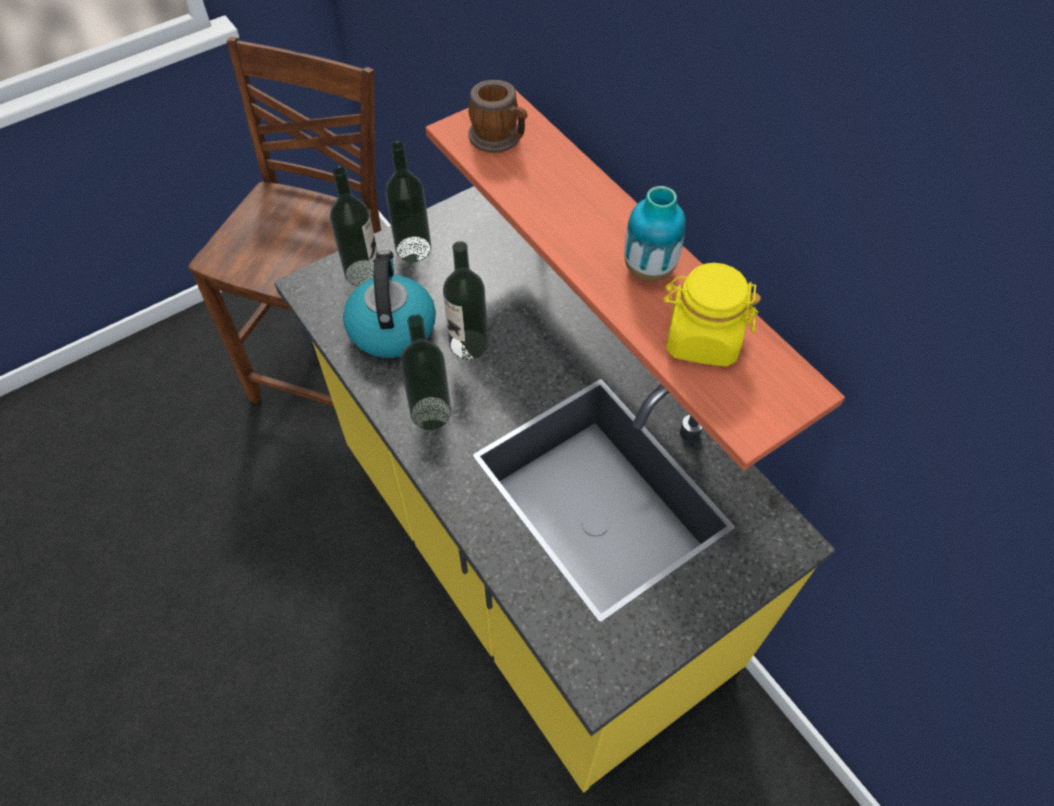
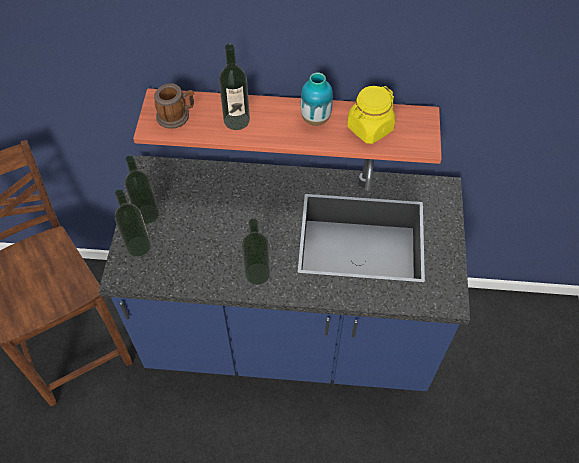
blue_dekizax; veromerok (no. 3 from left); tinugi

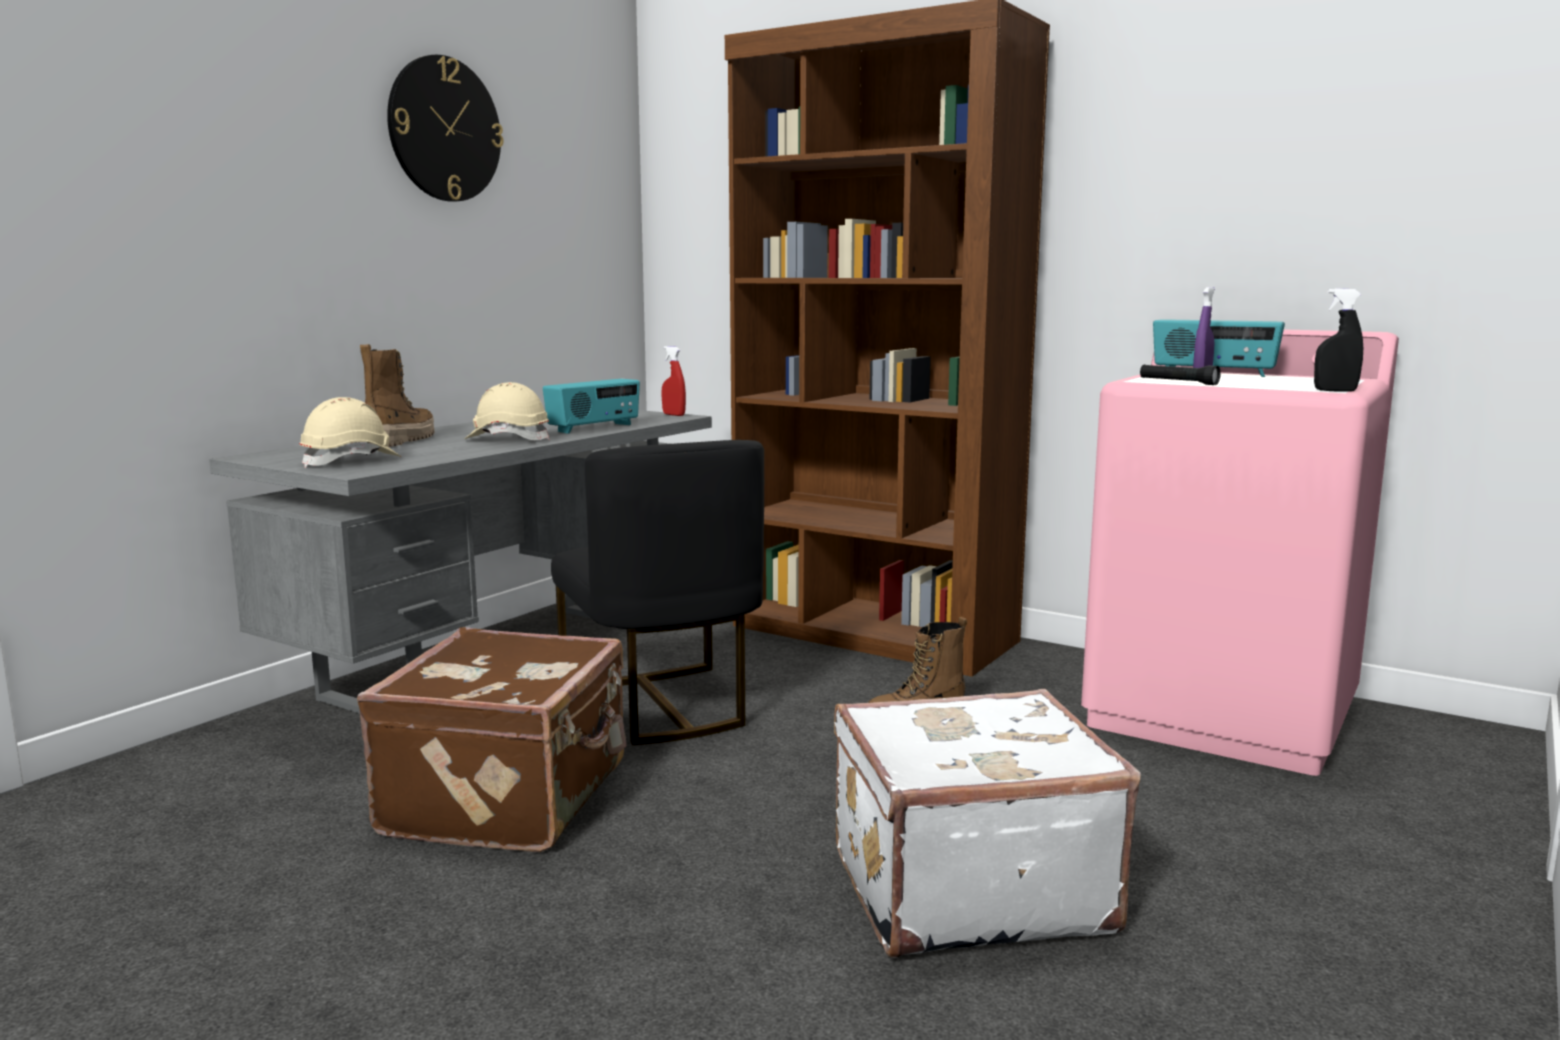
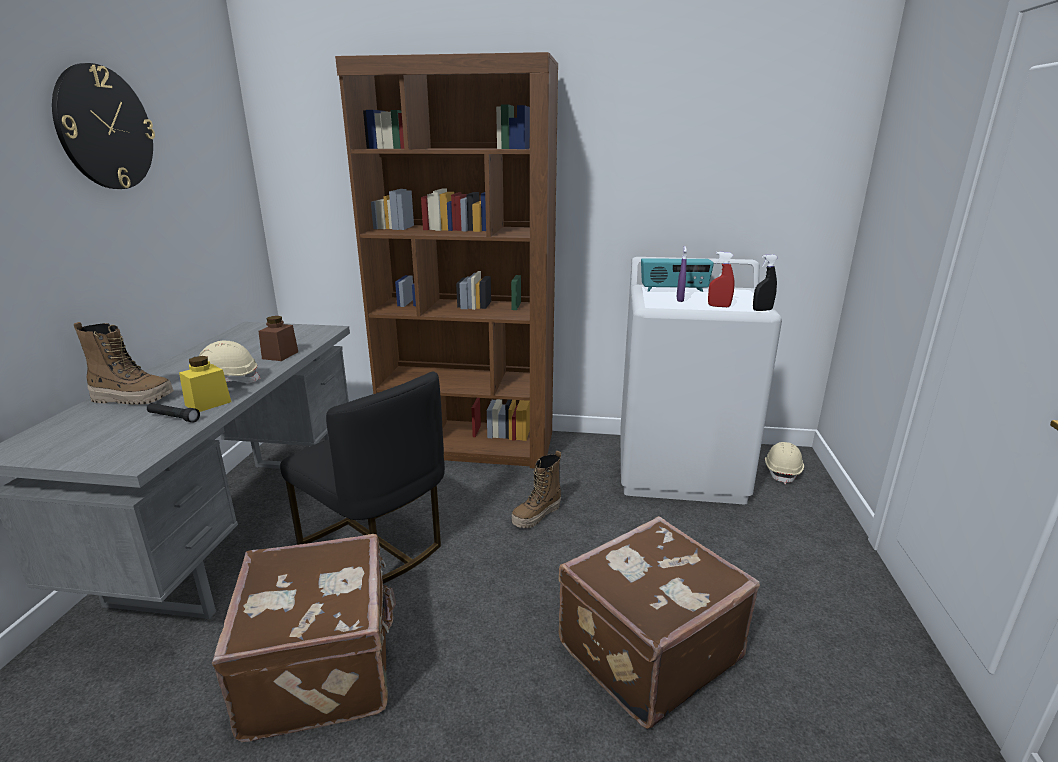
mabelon (no. 1 from left); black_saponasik; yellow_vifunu; brown_vifunu; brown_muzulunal (no. 2 from left); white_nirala; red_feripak; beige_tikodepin (no. 2 from left)

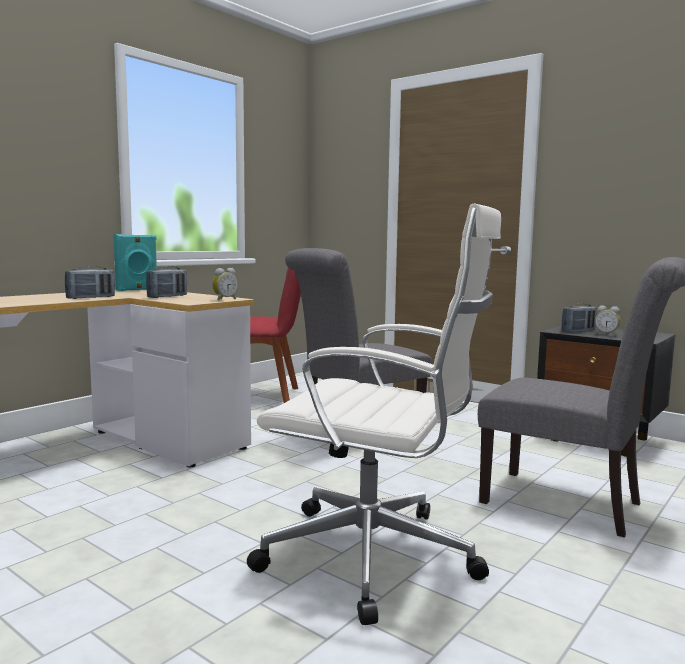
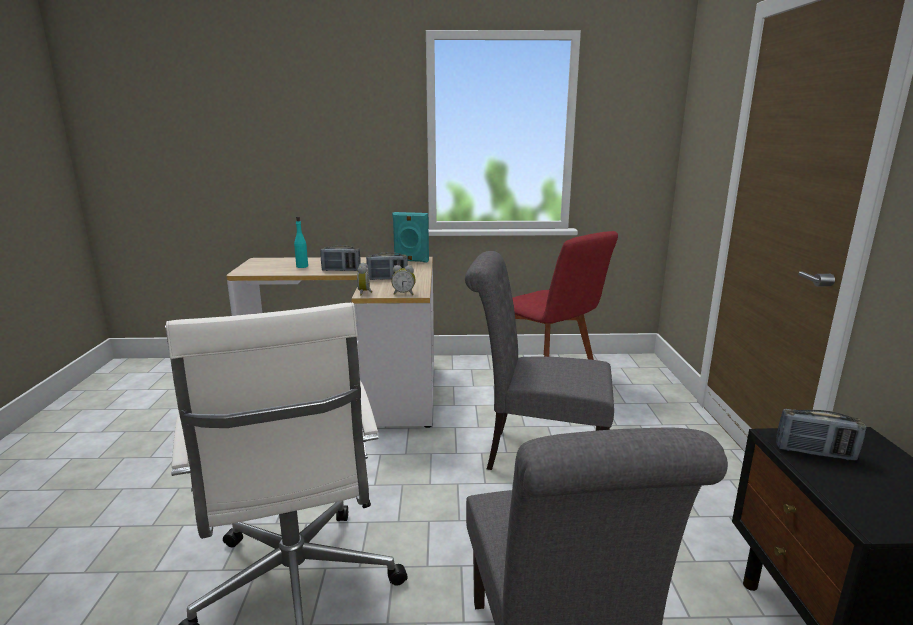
turquoise_veromerok; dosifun (no. 1 from left)

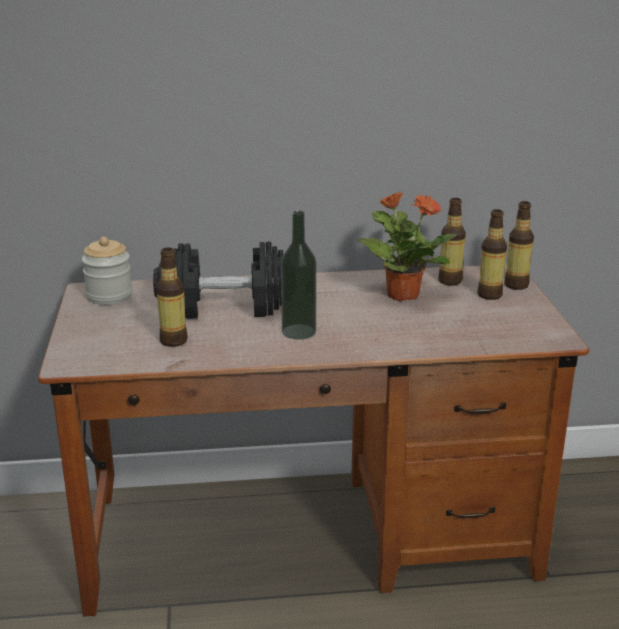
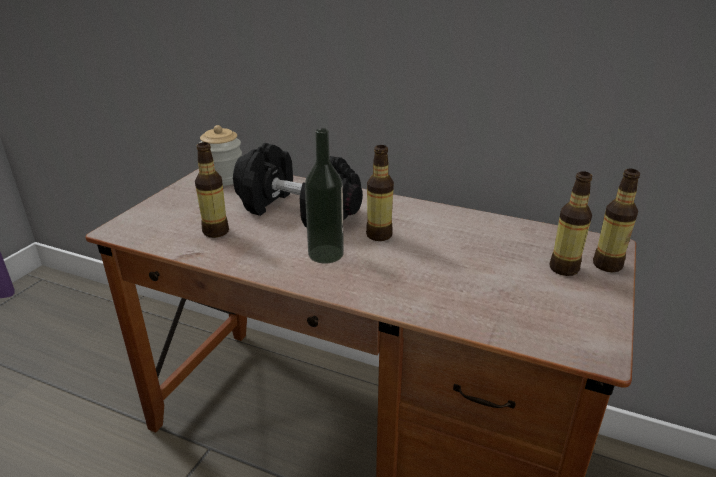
veromerok (no. 3 from left); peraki

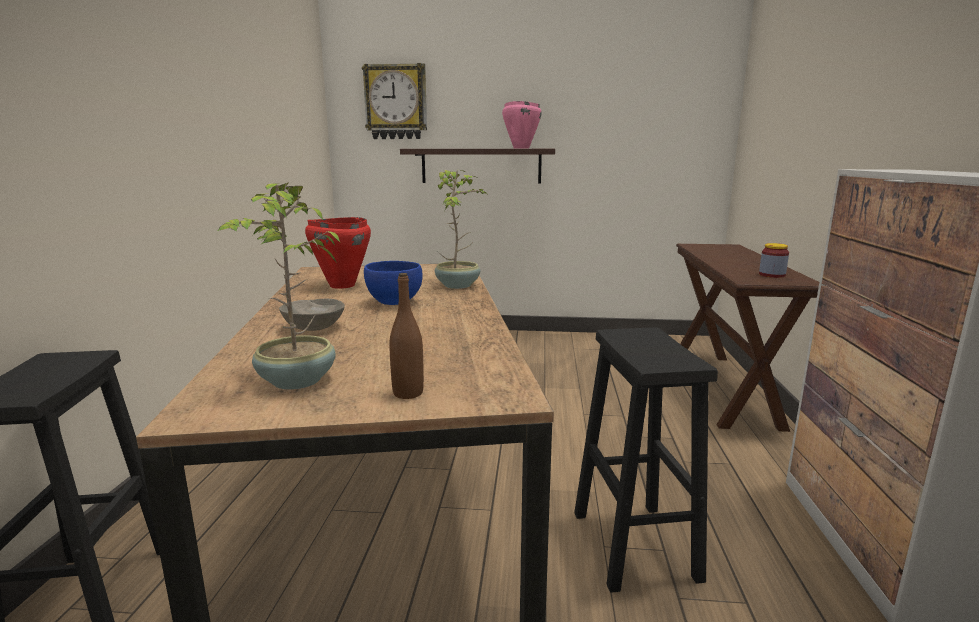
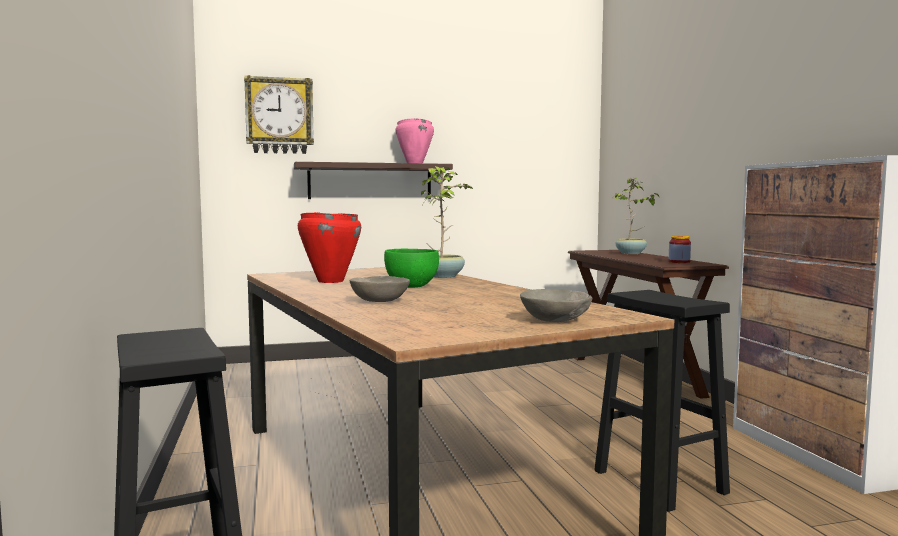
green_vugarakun; grey_vugarakun (no. 2 from left); peraki (no. 2 from left)

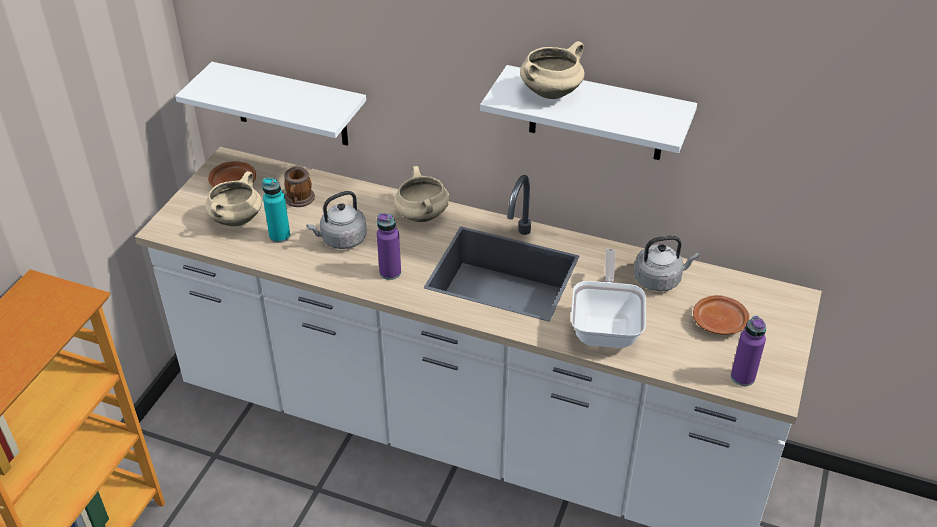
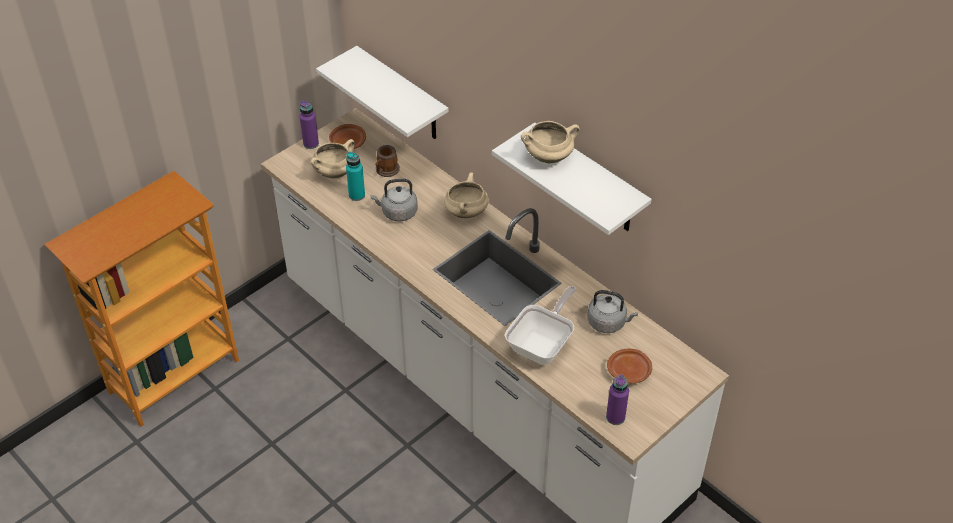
purple_veromerok (no. 1 from left)

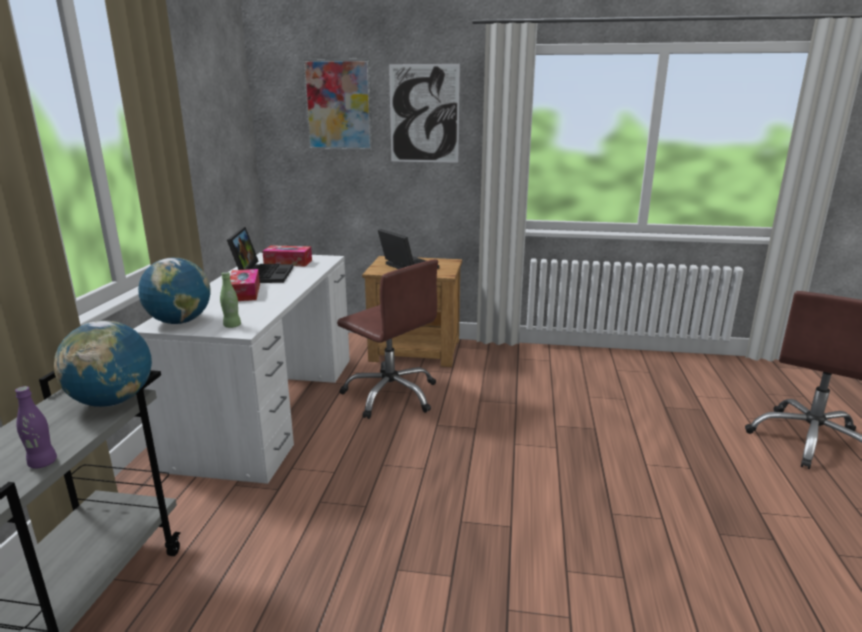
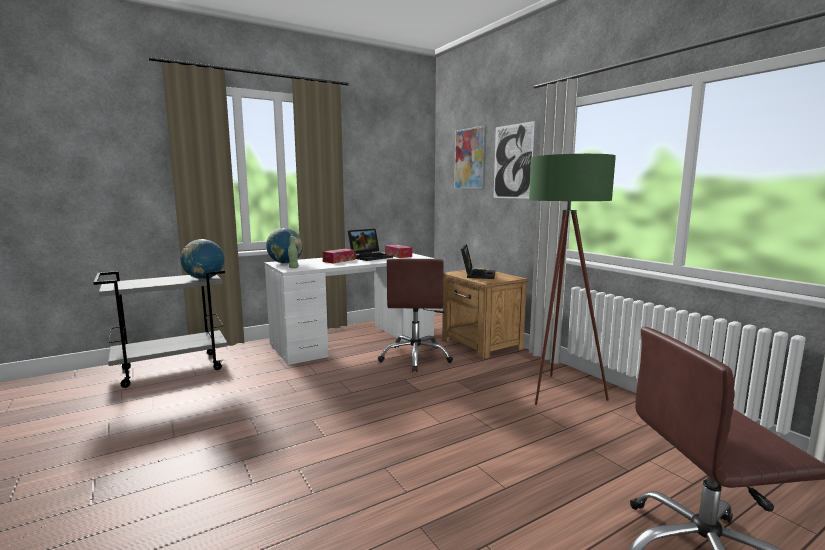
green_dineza; purple_veromerok

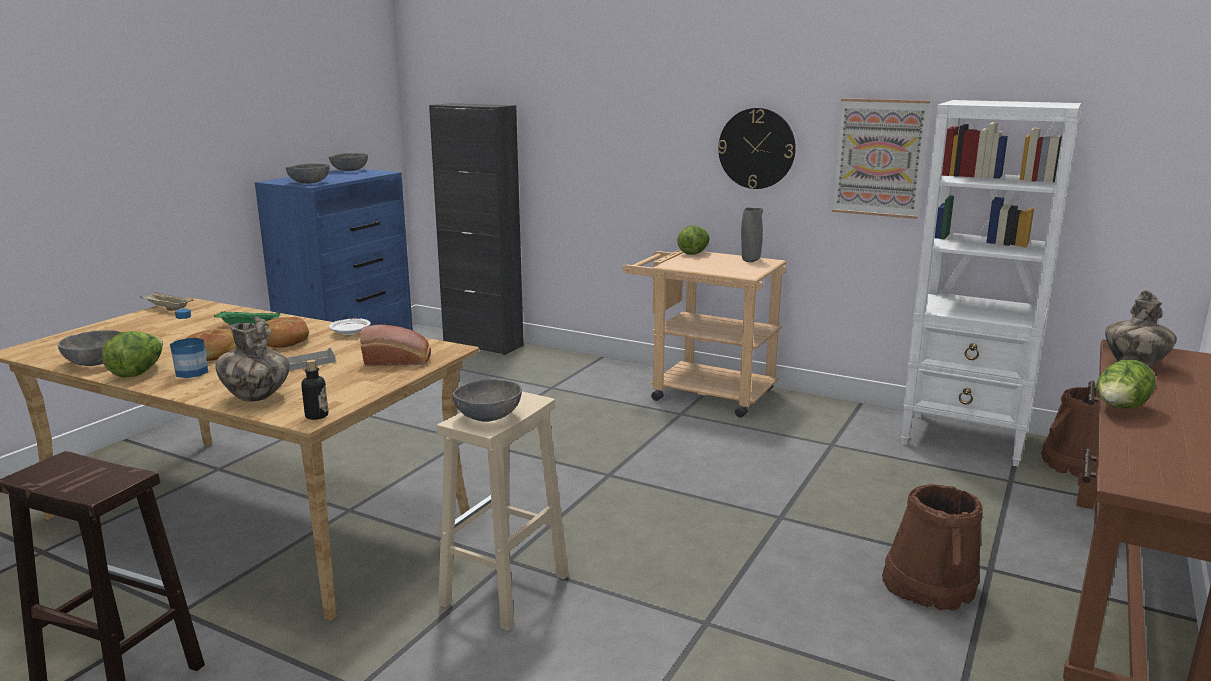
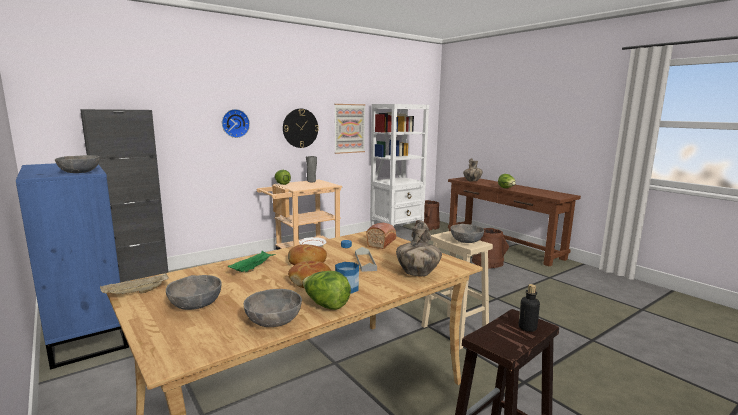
grey_vugarakun (no. 2 from left); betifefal (no. 1 from left); veromerok (no. 2 from left)

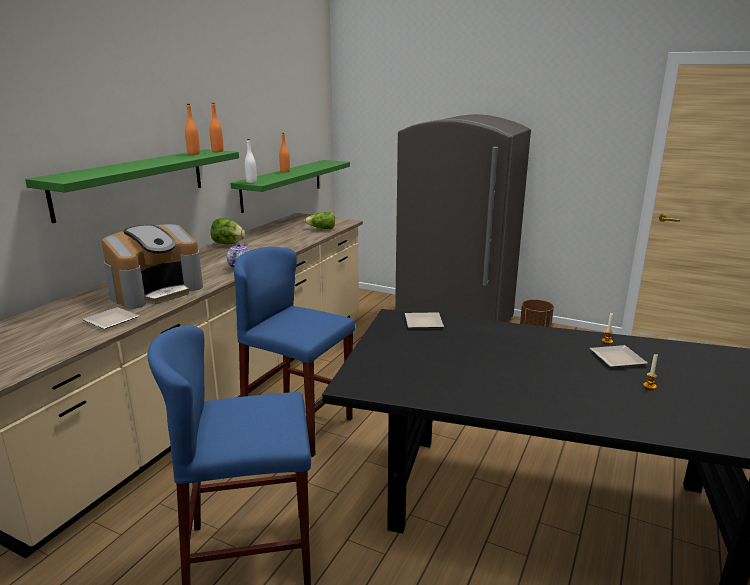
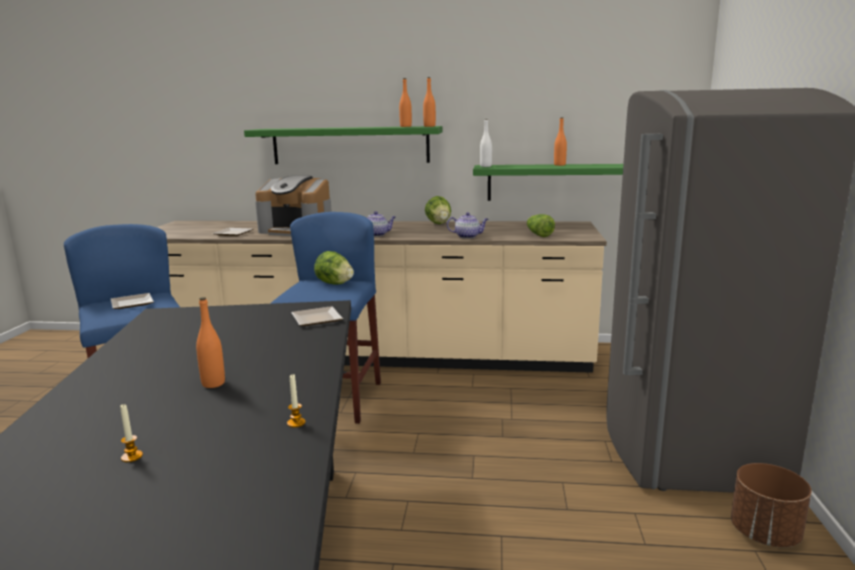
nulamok (no. 1 from left); orange_veromerok (no. 1 from left); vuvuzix (no. 1 from left); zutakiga (no. 2 from left)

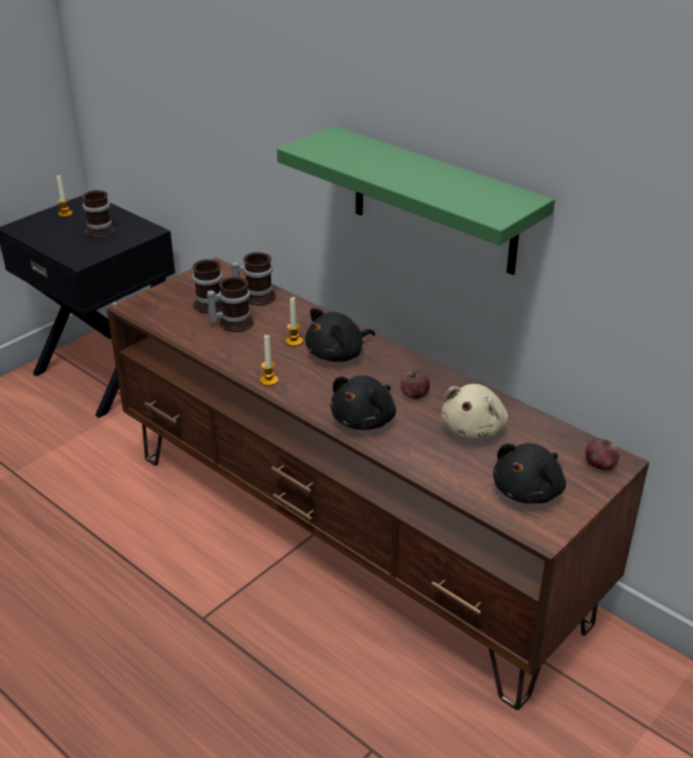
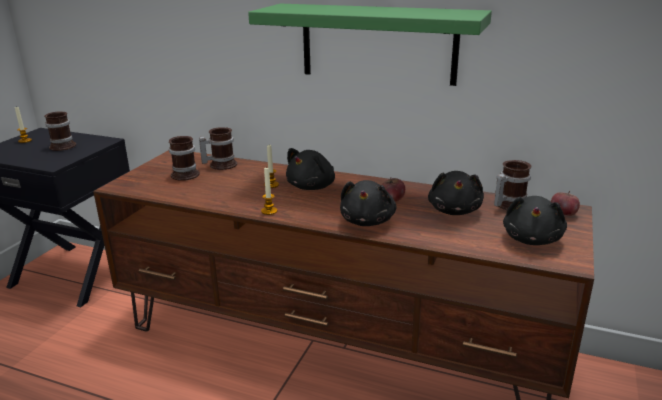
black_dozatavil (no. 3 from left); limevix (no. 4 from left)

